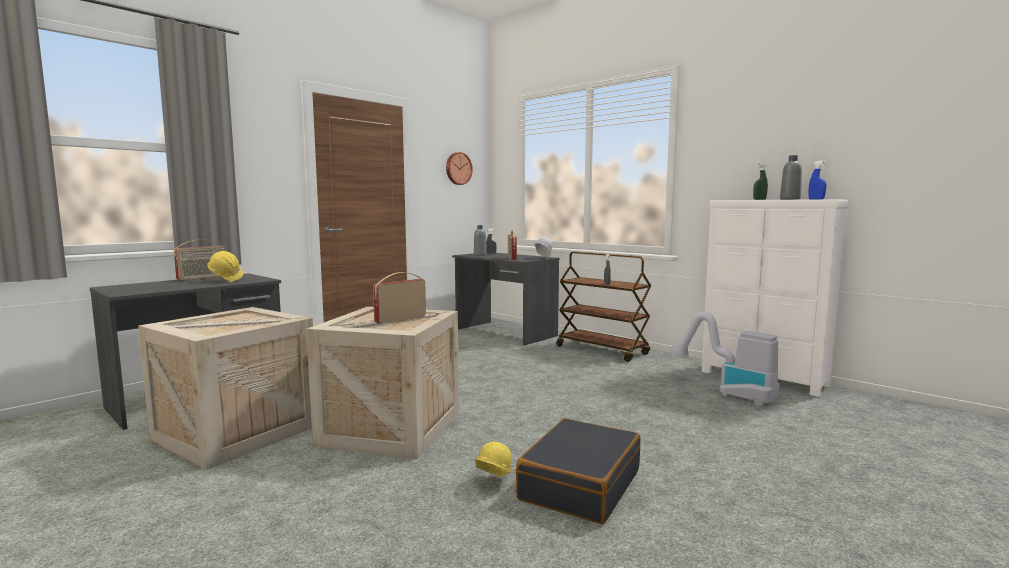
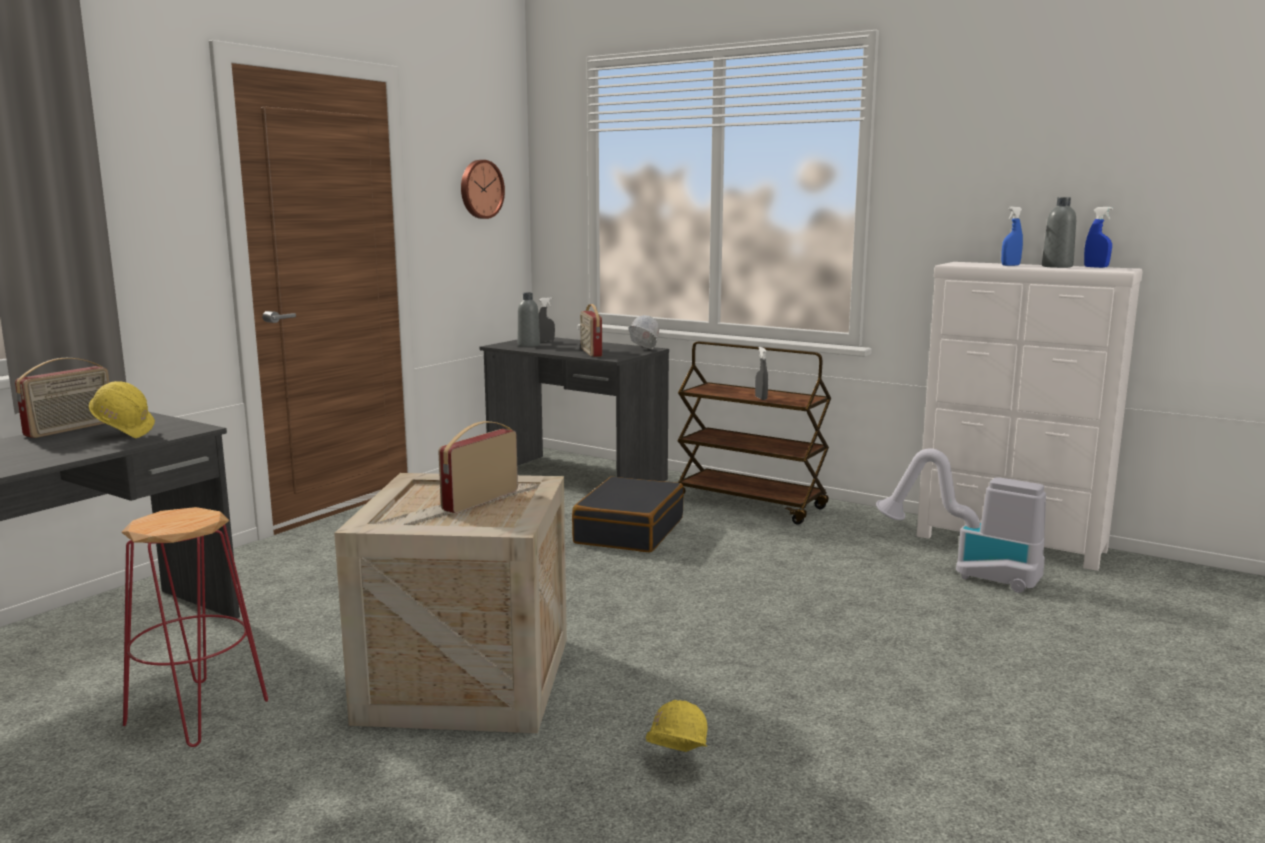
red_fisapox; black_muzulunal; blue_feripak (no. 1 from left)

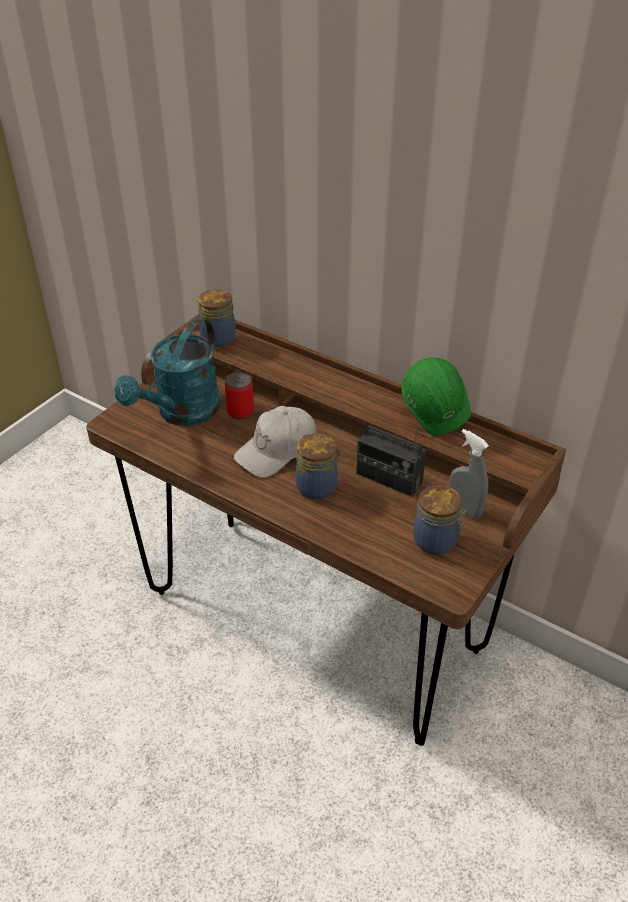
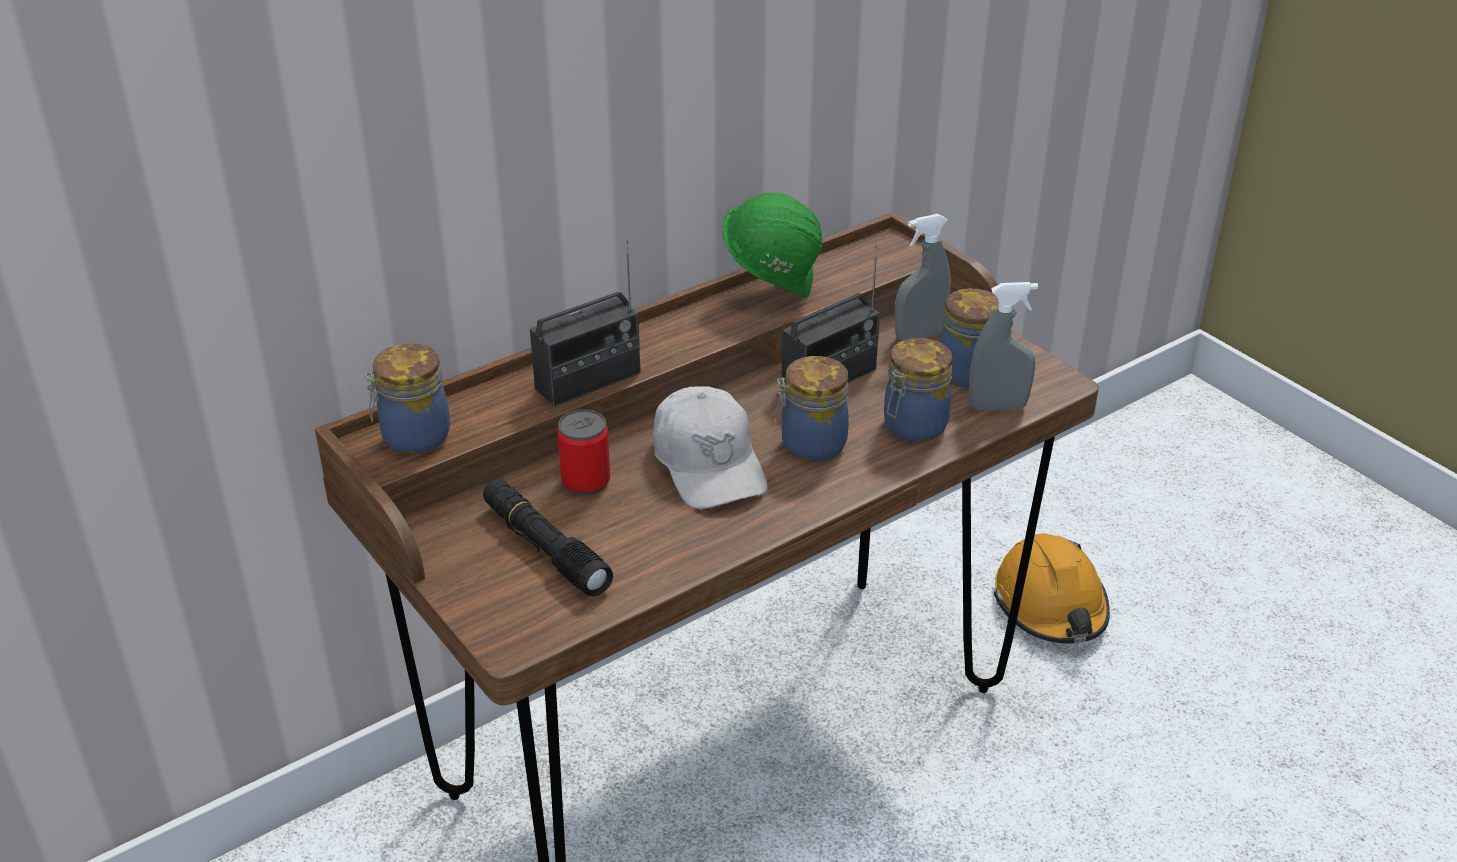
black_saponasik; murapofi (no. 1 from left); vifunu (no. 3 from left); grey_feripak (no. 2 from left); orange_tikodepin

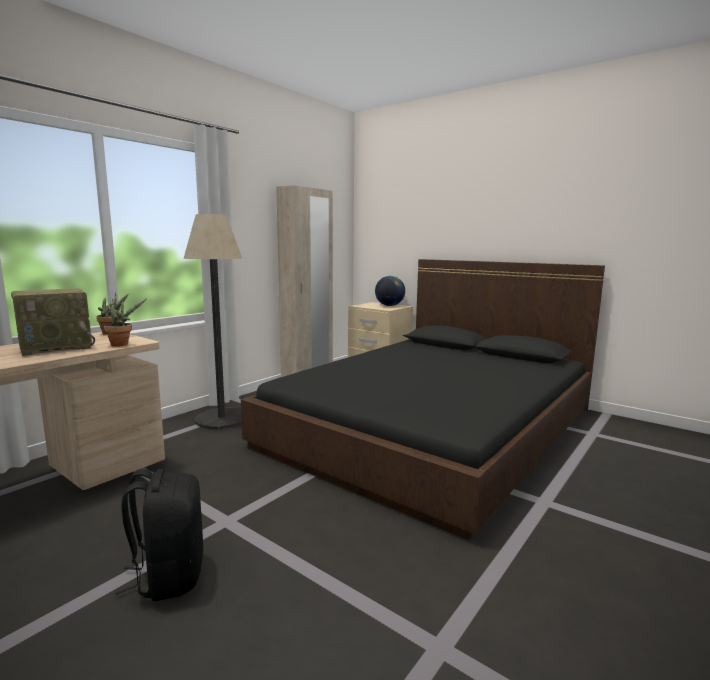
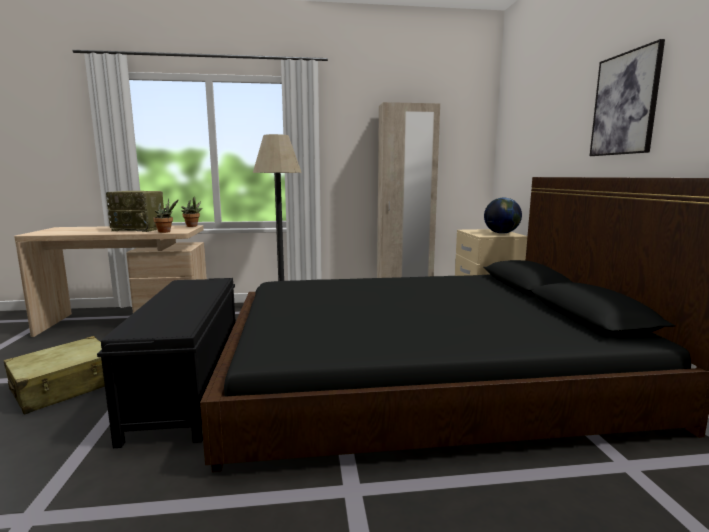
beige_muzulunal; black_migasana; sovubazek

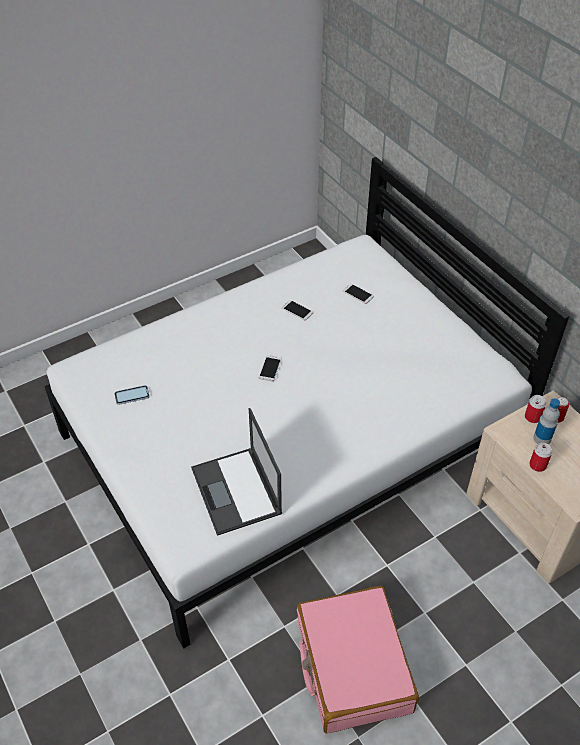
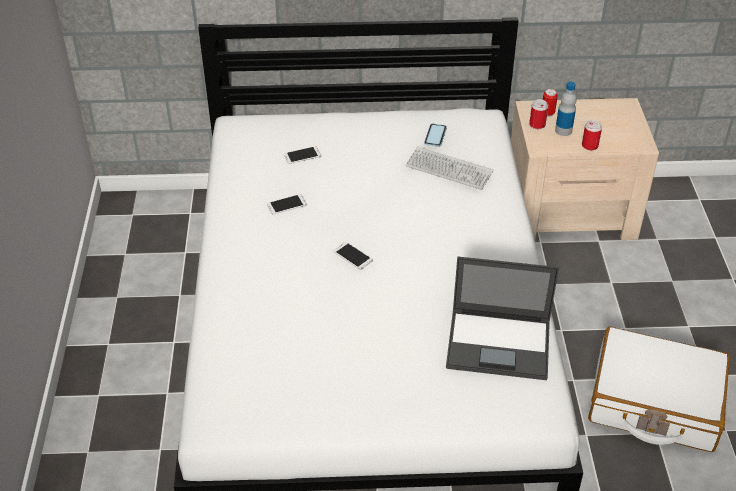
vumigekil; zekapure (no. 4 from left); white_muzulunal

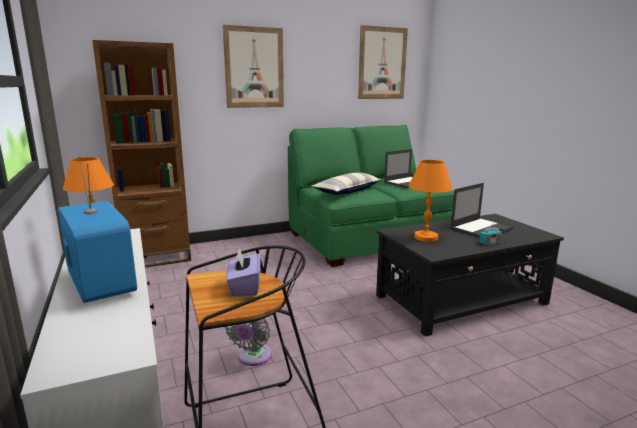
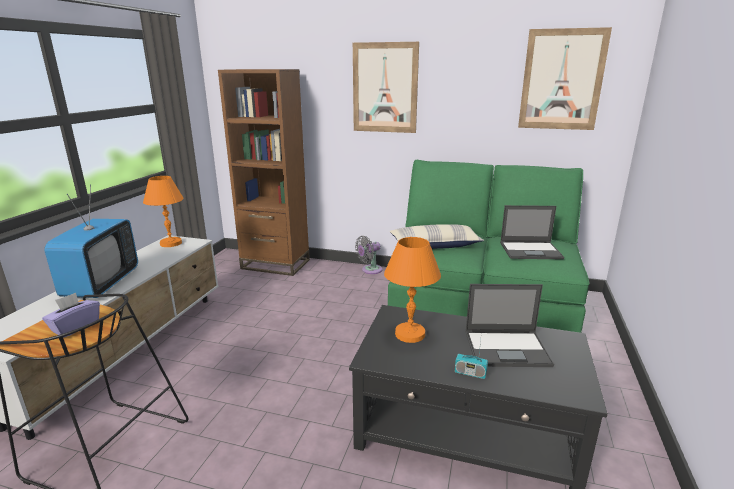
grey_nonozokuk

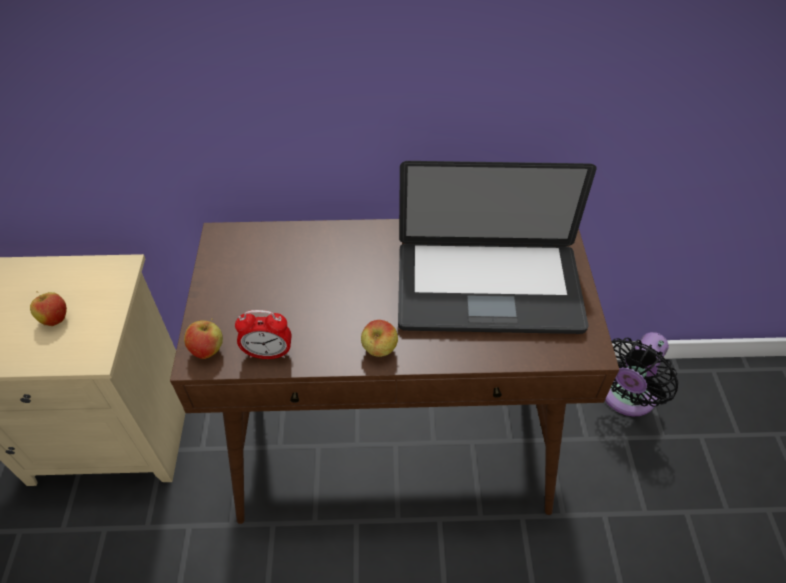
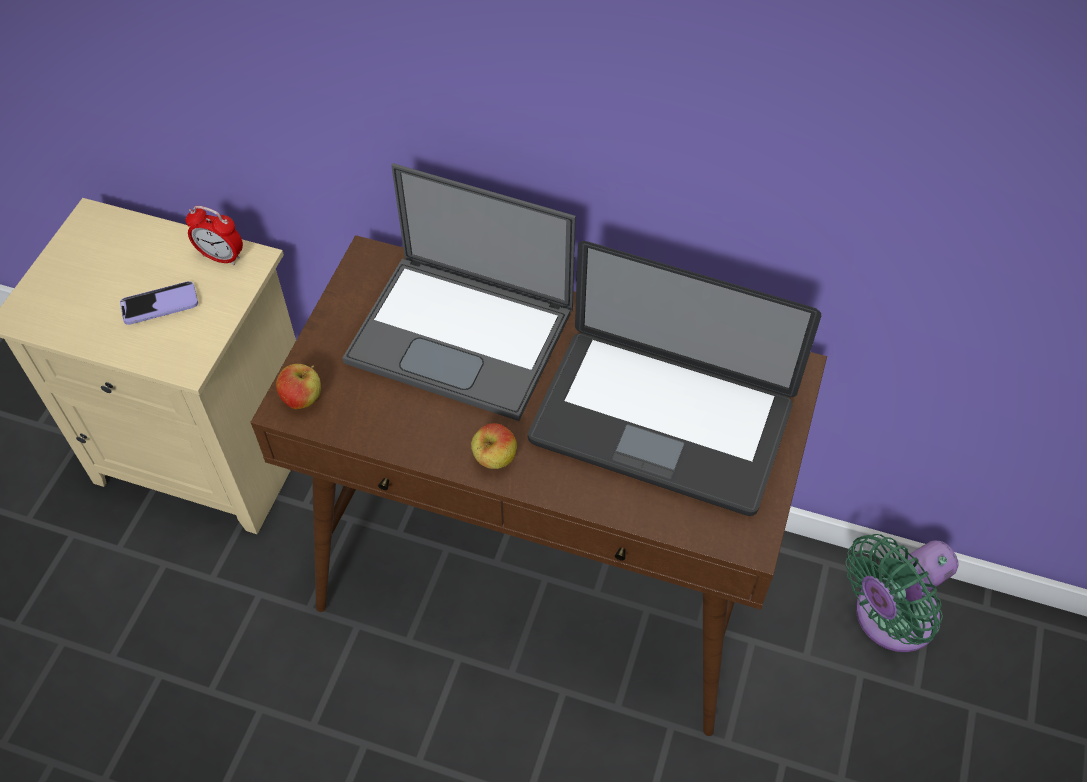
zekapure; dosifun; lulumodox (no. 1 from left); green_nonozokuk

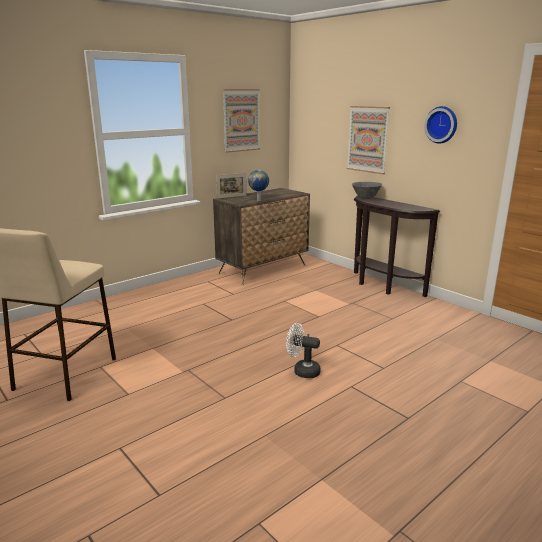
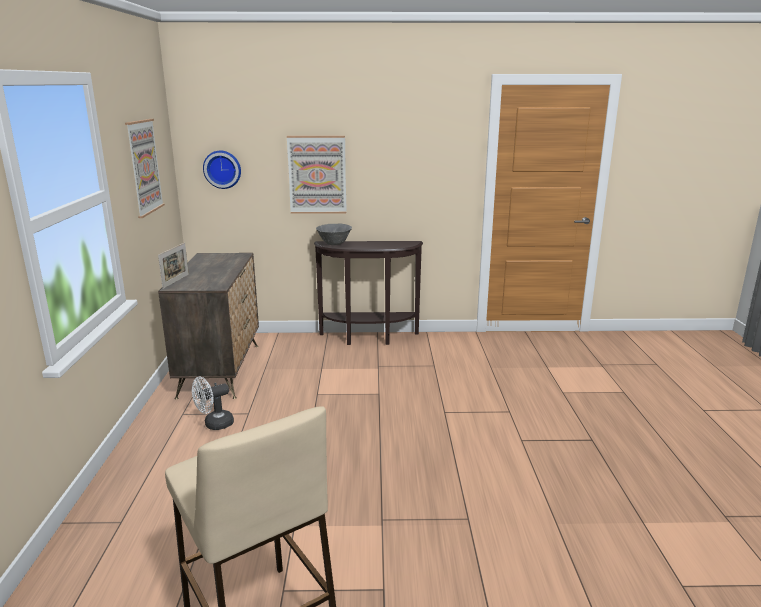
white_nonozokuk; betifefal; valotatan

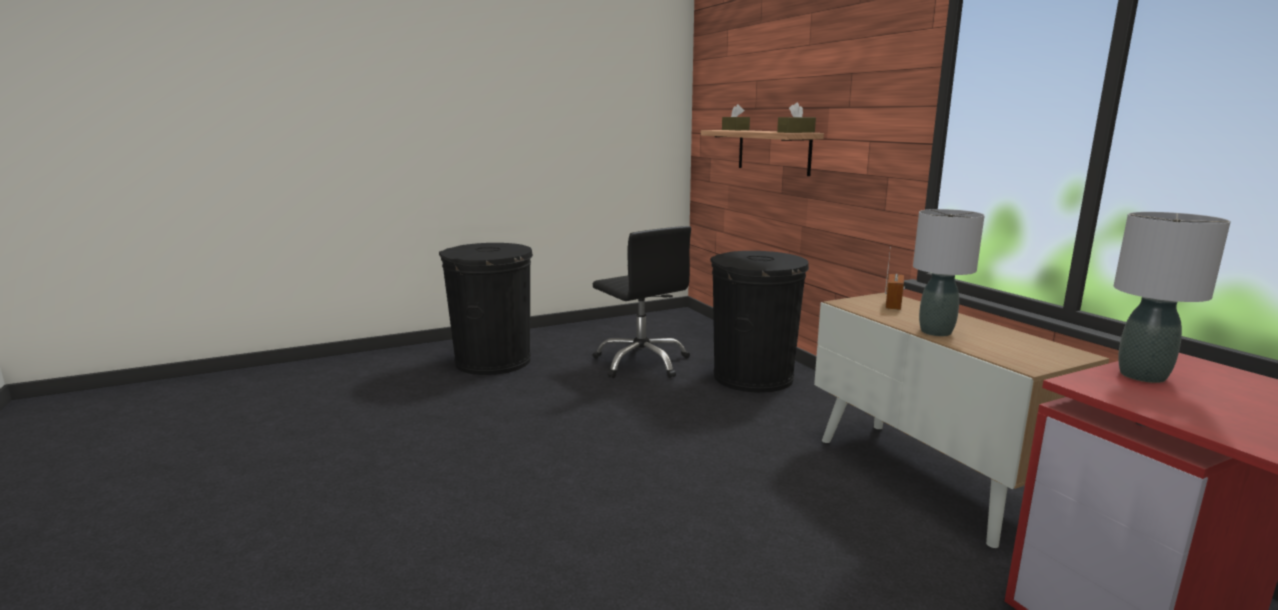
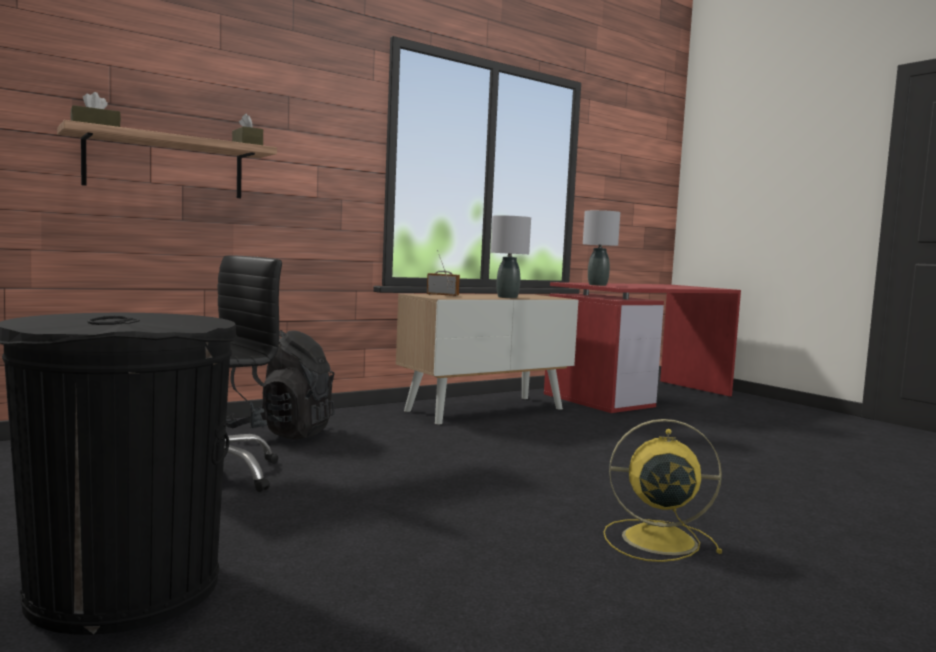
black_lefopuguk; yellow_nonozokuk

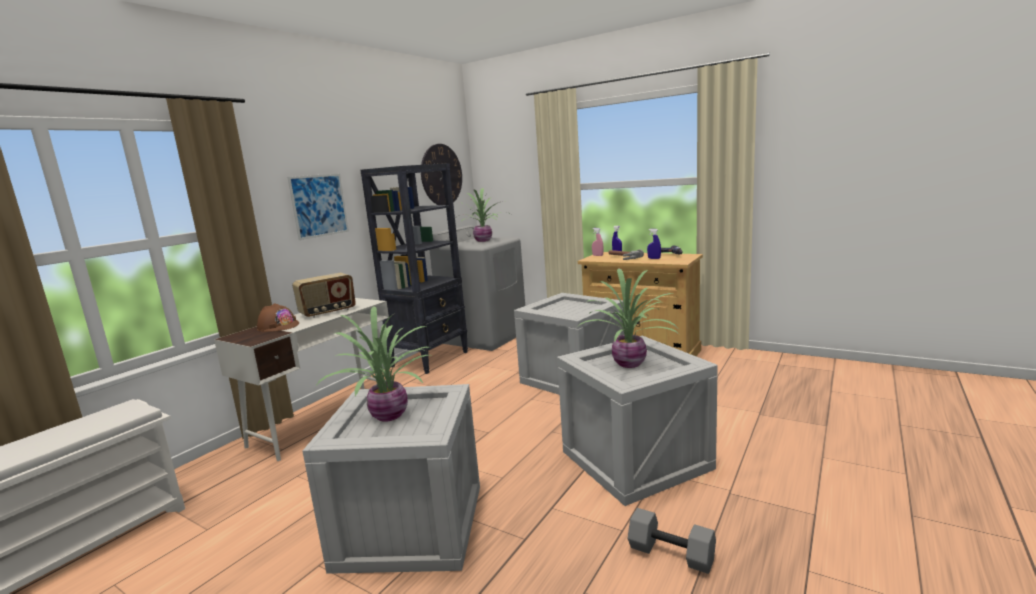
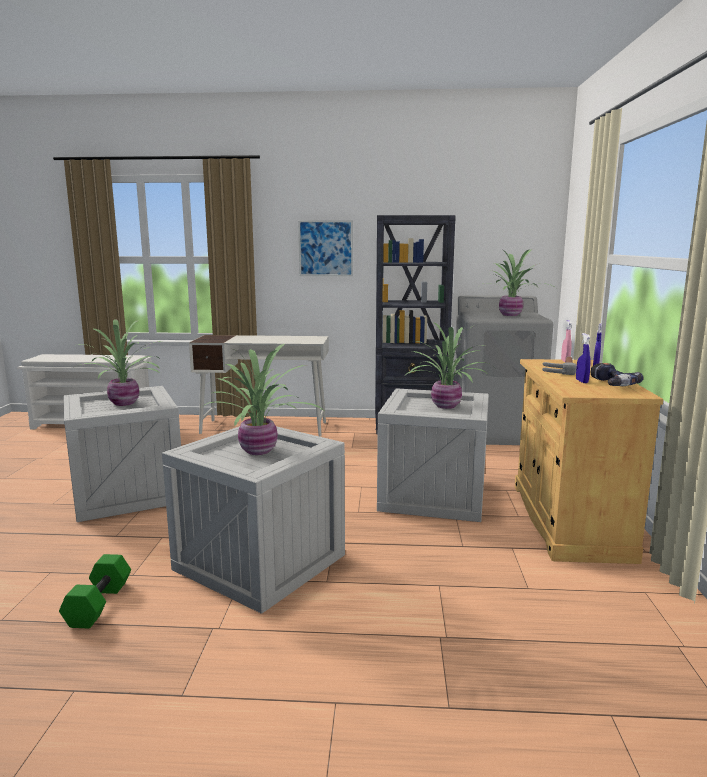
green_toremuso; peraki (no. 3 from left); brown_tikodepin; murapofi; betifefal

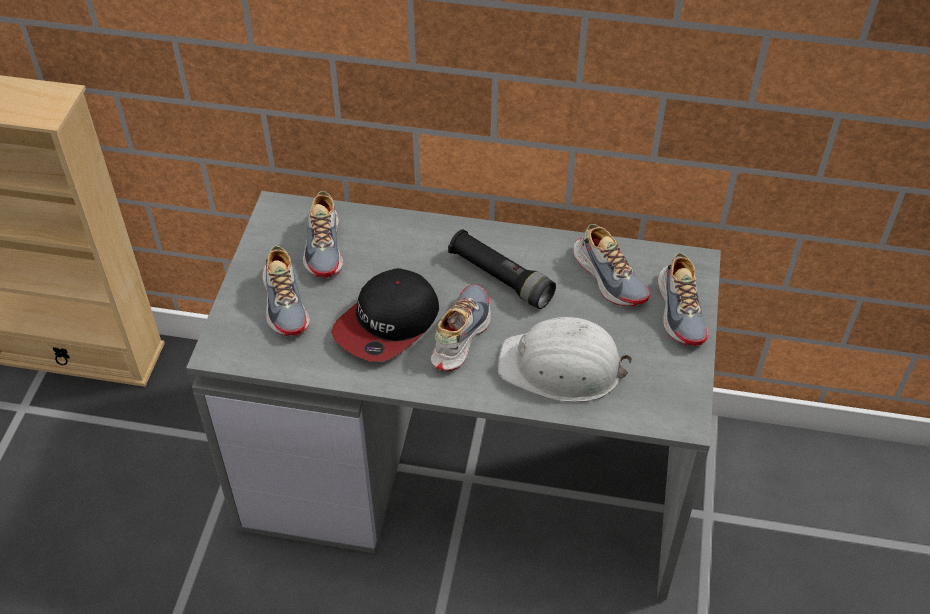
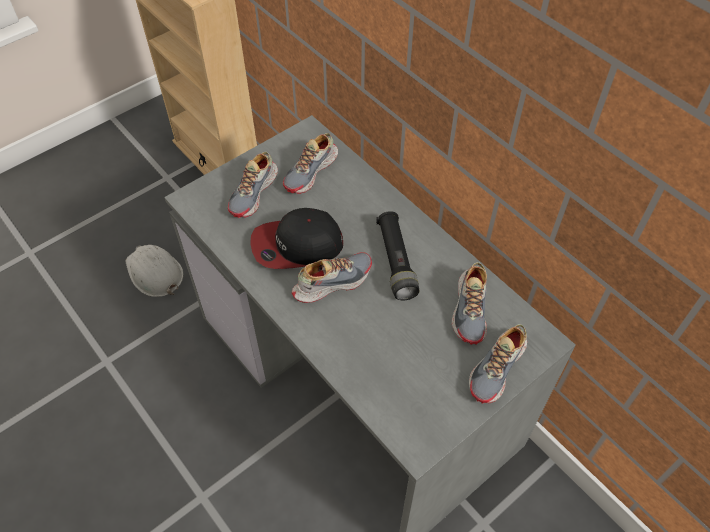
white_tikodepin

